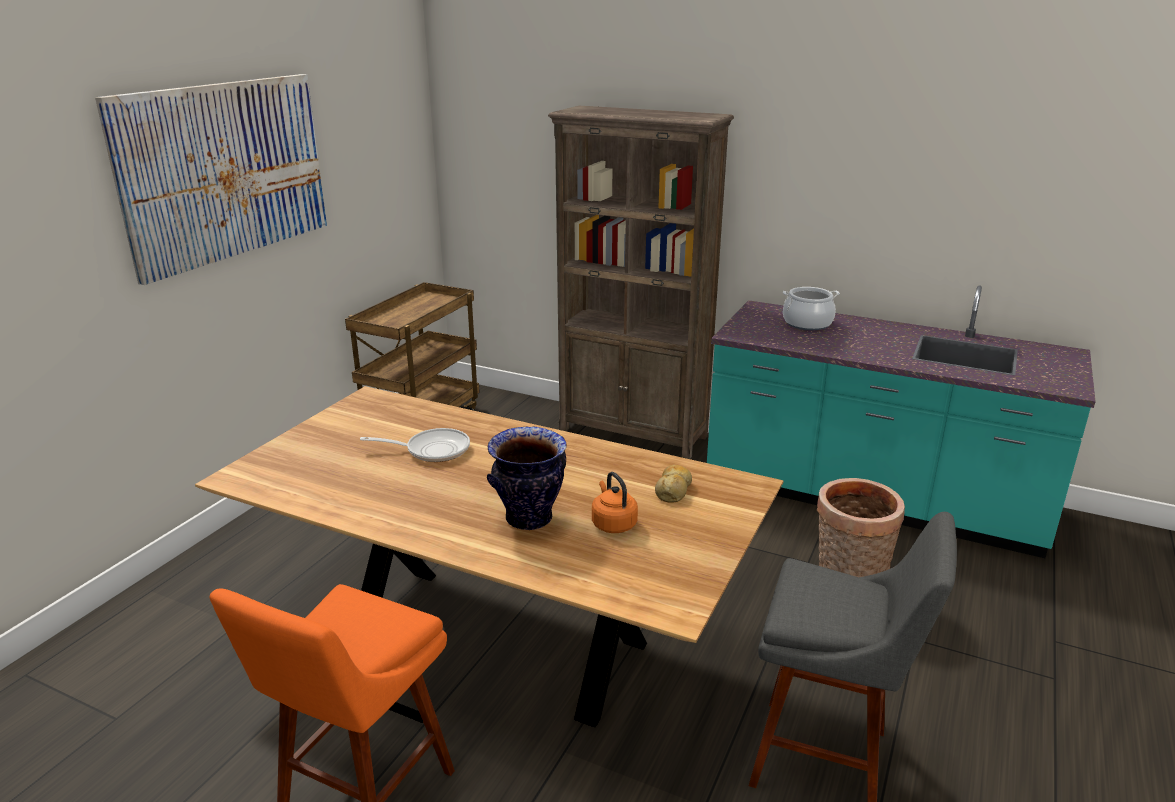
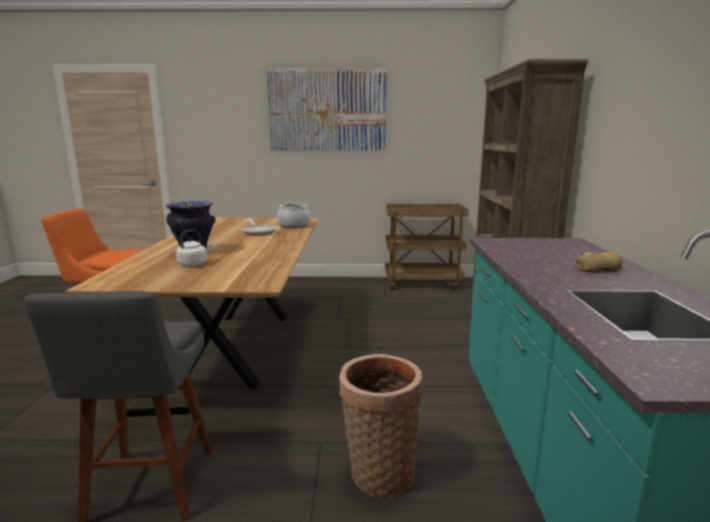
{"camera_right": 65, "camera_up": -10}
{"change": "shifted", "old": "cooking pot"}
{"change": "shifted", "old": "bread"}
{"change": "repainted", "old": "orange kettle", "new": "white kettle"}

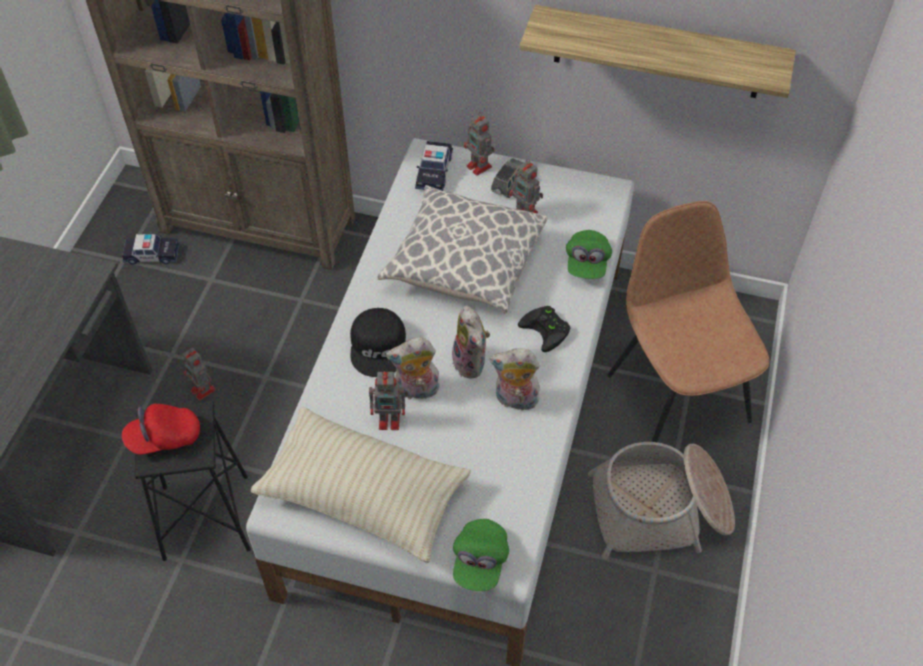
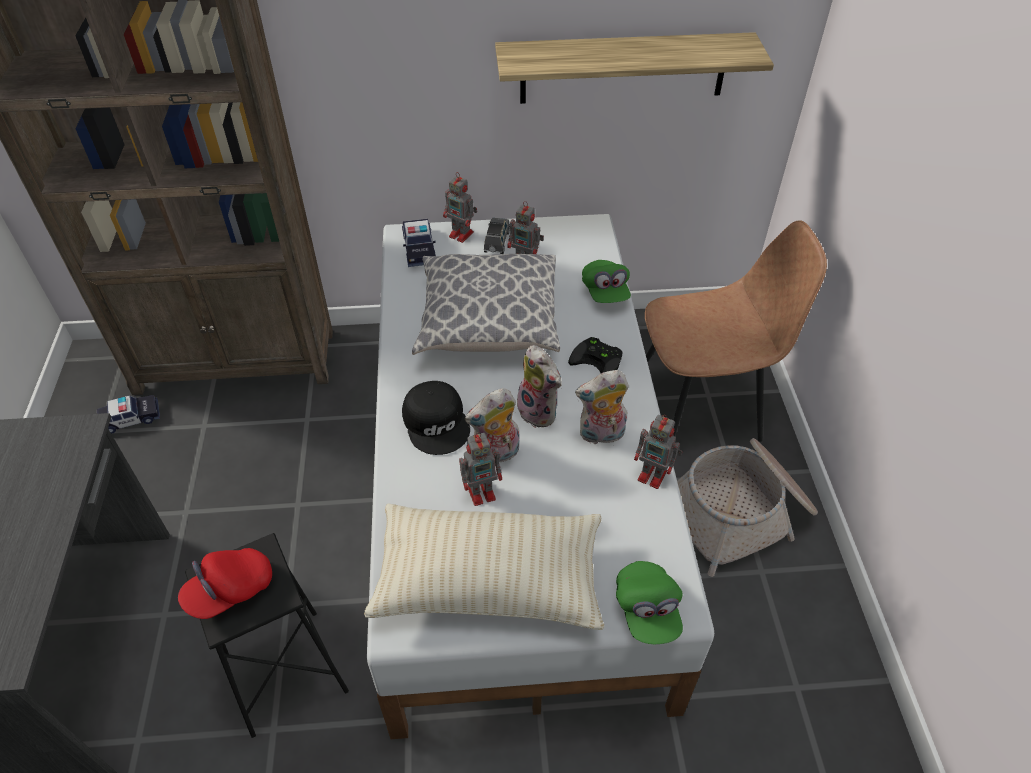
{"camera_right": -20, "camera_up": -5}
{"change": "rotated", "old": "brown chair", "degrees": 120}
{"change": "shifted", "old": "toy robot (no. 1 from left in the first image)", "new": "toy robot (no. 4 from left)"}

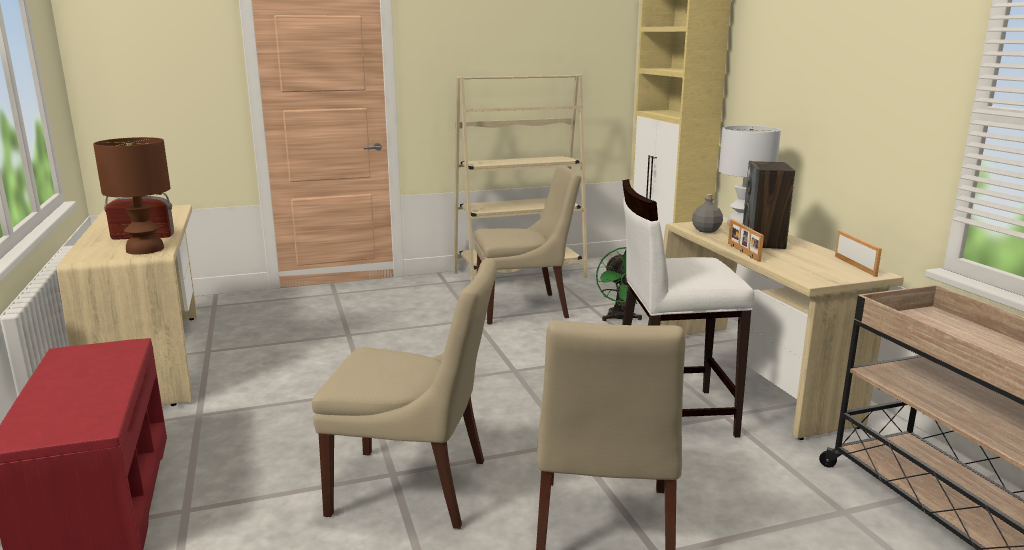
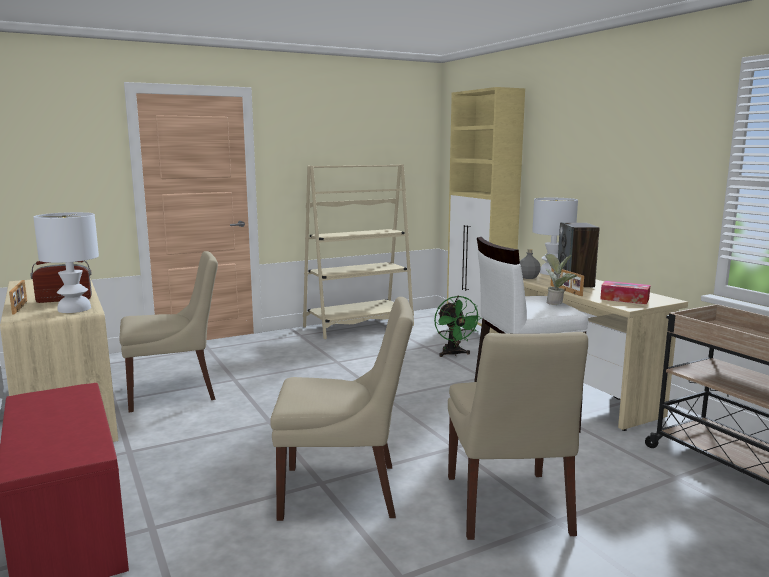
{"camera_right": -10, "camera_up": -5}
{"change": "repainted", "old": "brown table lamp", "new": "white table lamp (no. 1 from left)"}
{"change": "shifted", "old": "beige chair (no. 2 from left in the first image)", "new": "beige chair (no. 1 from left)"}
{"change": "shifted", "old": "picture frame (no. 2 from left in the first image)", "new": "picture frame (no. 1 from left)"}
{"change": "new", "new": "potted plant"}
{"change": "new", "new": "tissue box"}

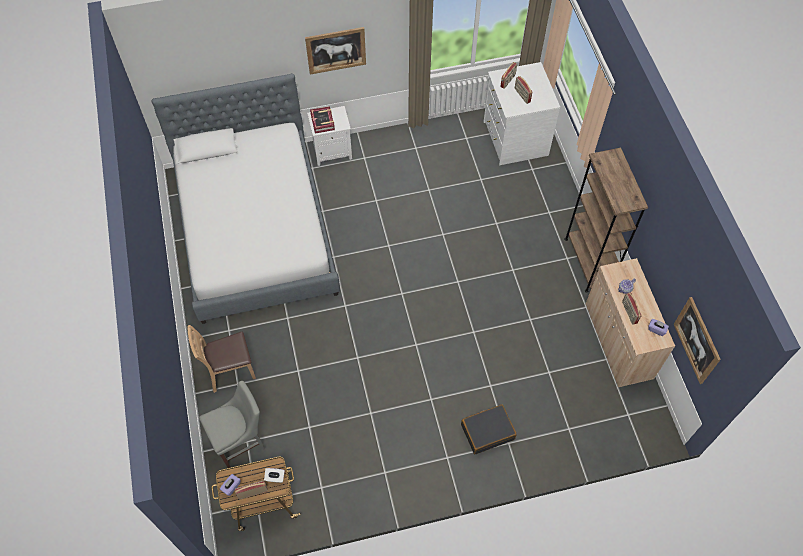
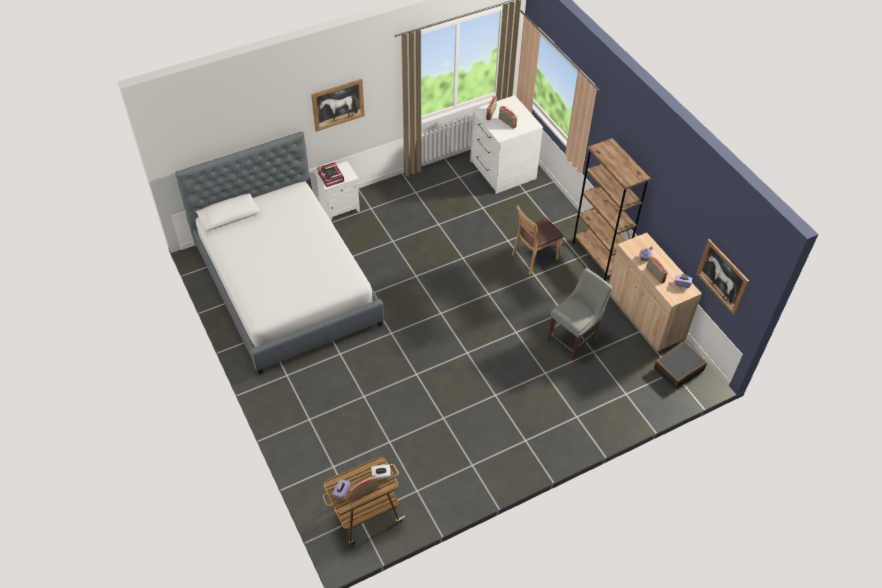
{"camera_right": -15, "camera_up": -10}
{"change": "shifted", "old": "brown chair"}
{"change": "shifted", "old": "grey chair"}
{"change": "shifted", "old": "black suitcase"}

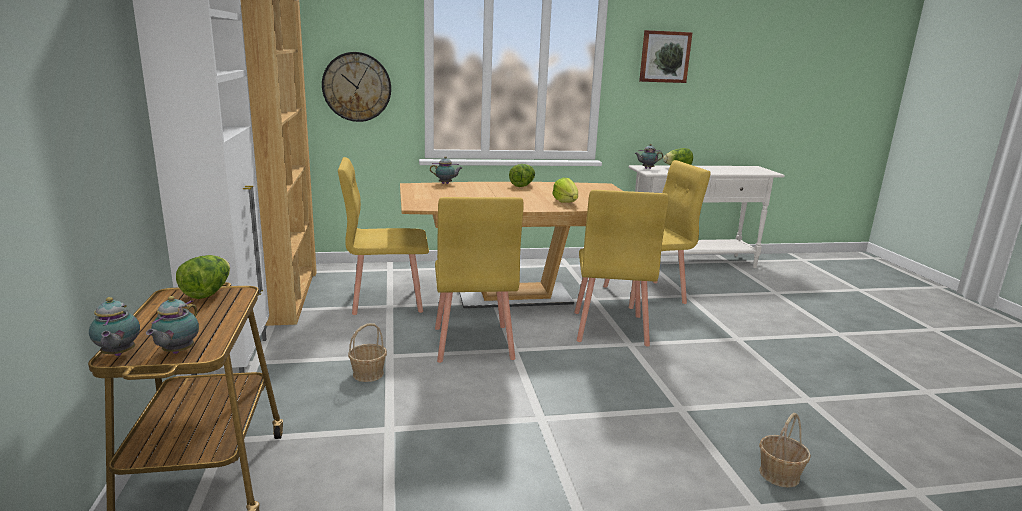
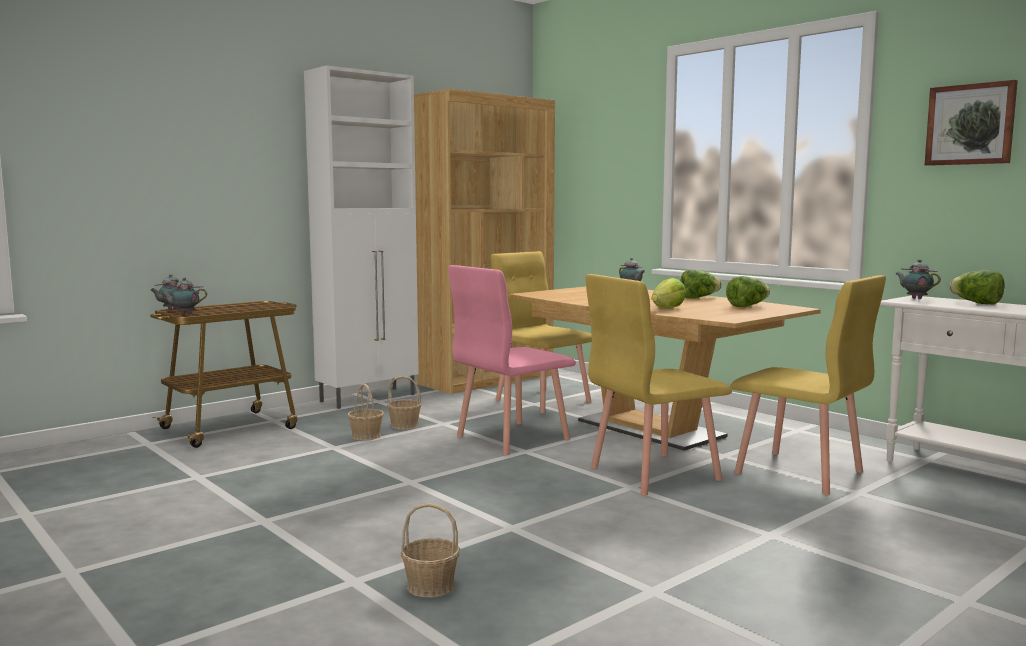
{"camera_right": 60, "camera_up": -10}
{"change": "gone", "old": "wall clock"}
{"change": "repainted", "old": "yellow chair (no. 2 from left)", "new": "pink chair"}
{"change": "shifted", "old": "lettuce (no. 1 from left in the first image)", "new": "lettuce (no. 3 from left)"}
{"change": "new", "new": "basket (no. 1 from left)"}

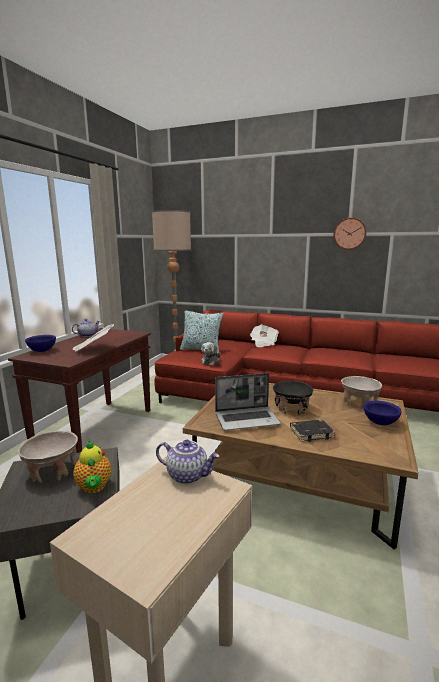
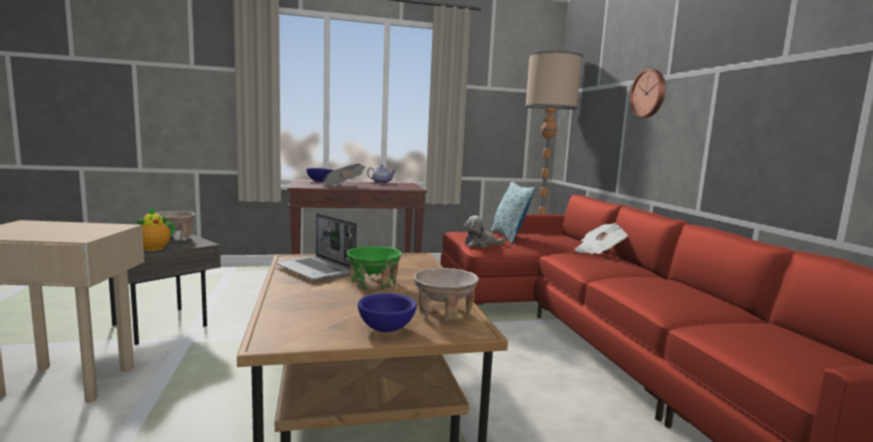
{"camera_right": 55, "camera_up": -5}
{"change": "shifted", "old": "wall clock"}
{"change": "repainted", "old": "black bowl", "new": "green bowl"}
{"change": "gone", "old": "black book"}
{"change": "gone", "old": "teapot (no. 3 from left)"}

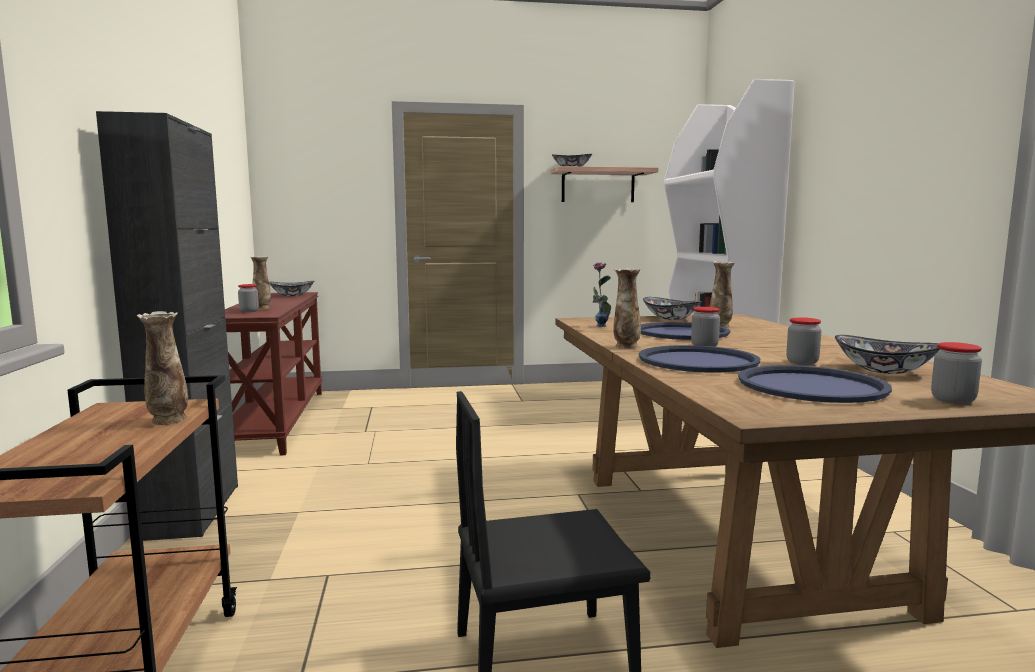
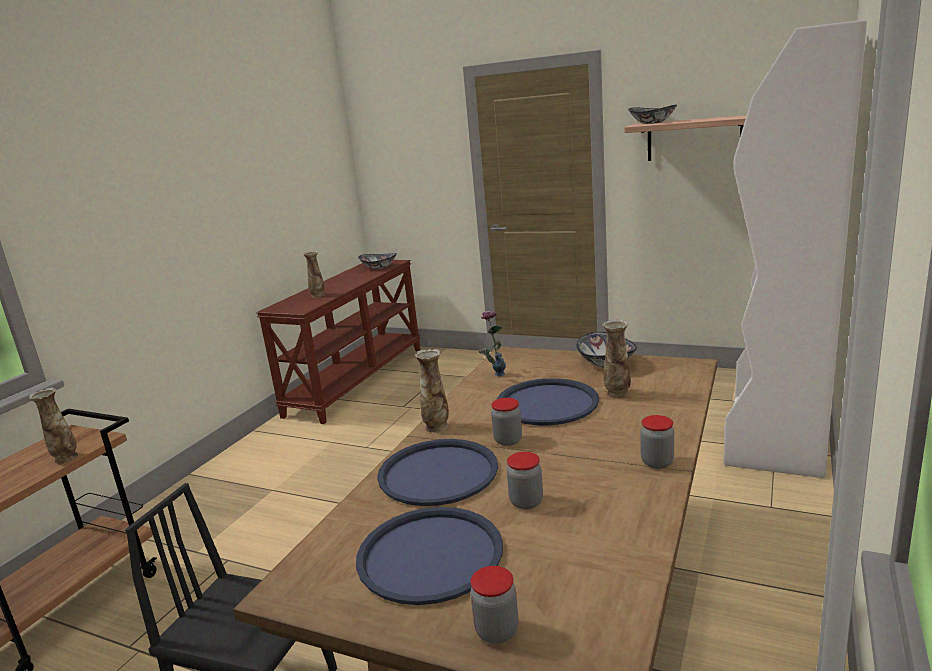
{"camera_right": 35, "camera_up": 10}
{"change": "gone", "old": "black cabinet"}
{"change": "shifted", "old": "jar (no. 1 from left in the first image)", "new": "jar (no. 4 from left)"}
{"change": "gone", "old": "bowl (no. 4 from left)"}

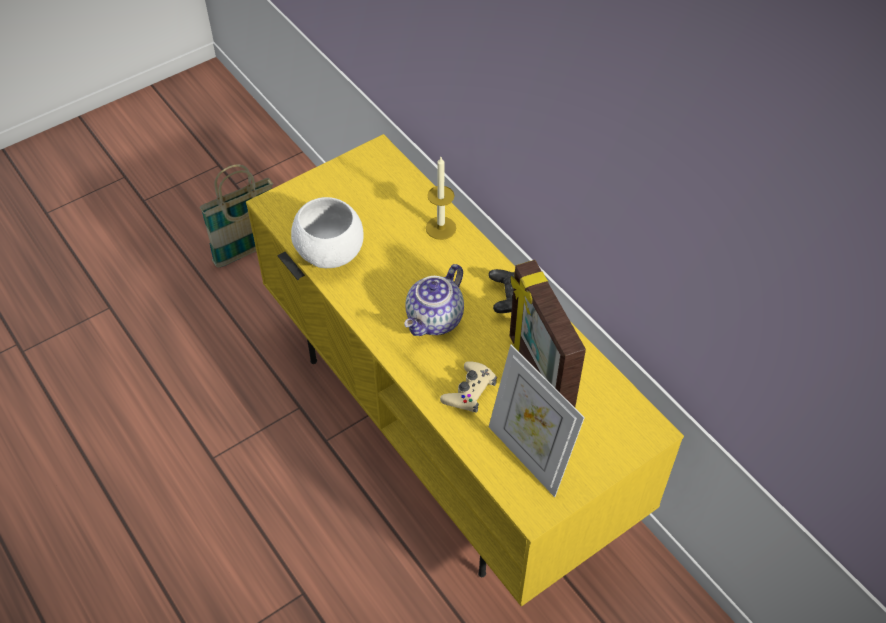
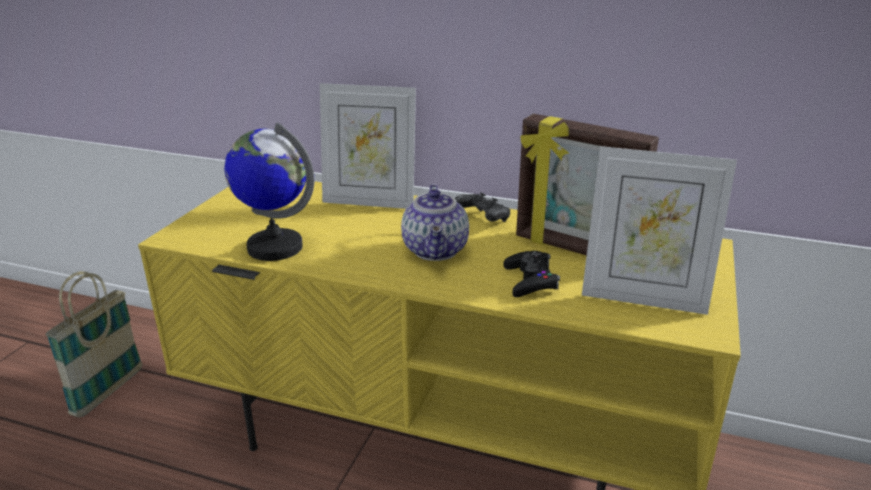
{"camera_right": -35, "camera_up": -25}
{"change": "swapped", "old": "candle", "new": "picture frame (no. 1 from left)"}
{"change": "swapped", "old": "white bowl", "new": "globe"}
{"change": "repainted", "old": "beige game controller", "new": "black game controller (no. 2 from left)"}

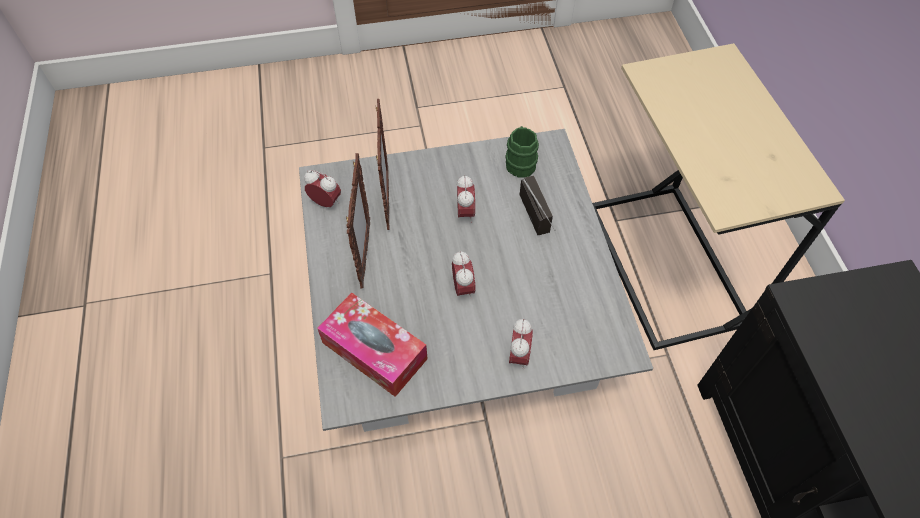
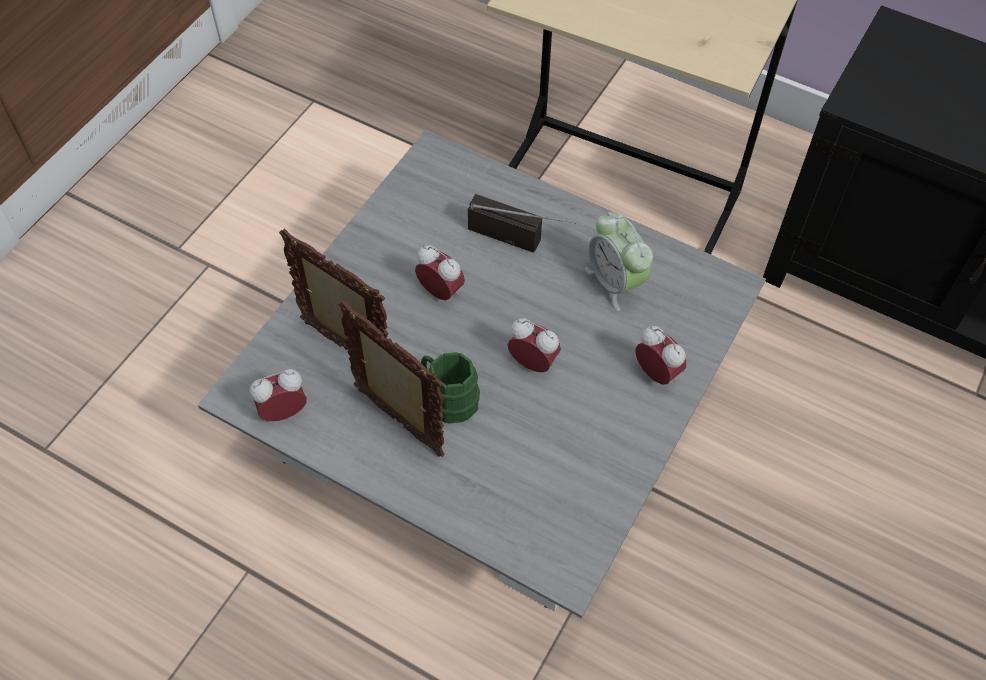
{"camera_right": -50, "camera_up": 0}
{"change": "shifted", "old": "green mug"}
{"change": "gone", "old": "tissue box"}
{"change": "new", "new": "alarm clock (no. 4 from left)"}

